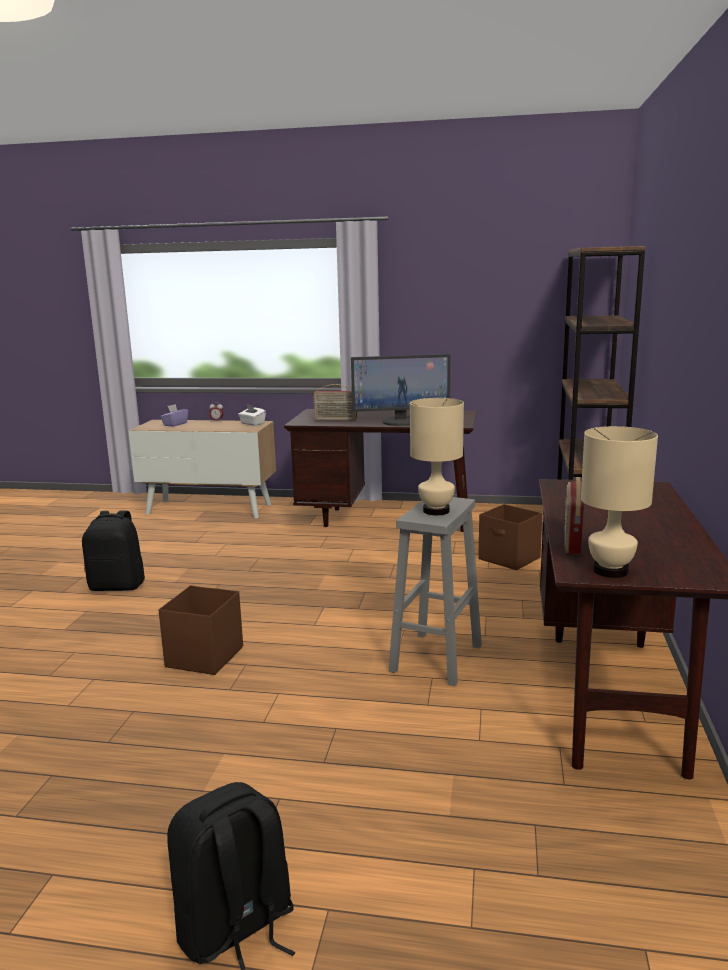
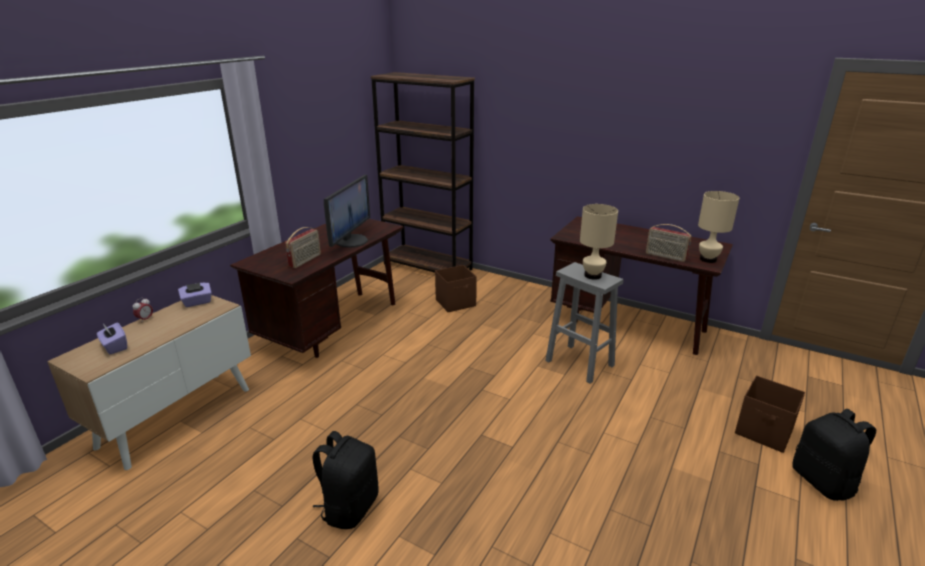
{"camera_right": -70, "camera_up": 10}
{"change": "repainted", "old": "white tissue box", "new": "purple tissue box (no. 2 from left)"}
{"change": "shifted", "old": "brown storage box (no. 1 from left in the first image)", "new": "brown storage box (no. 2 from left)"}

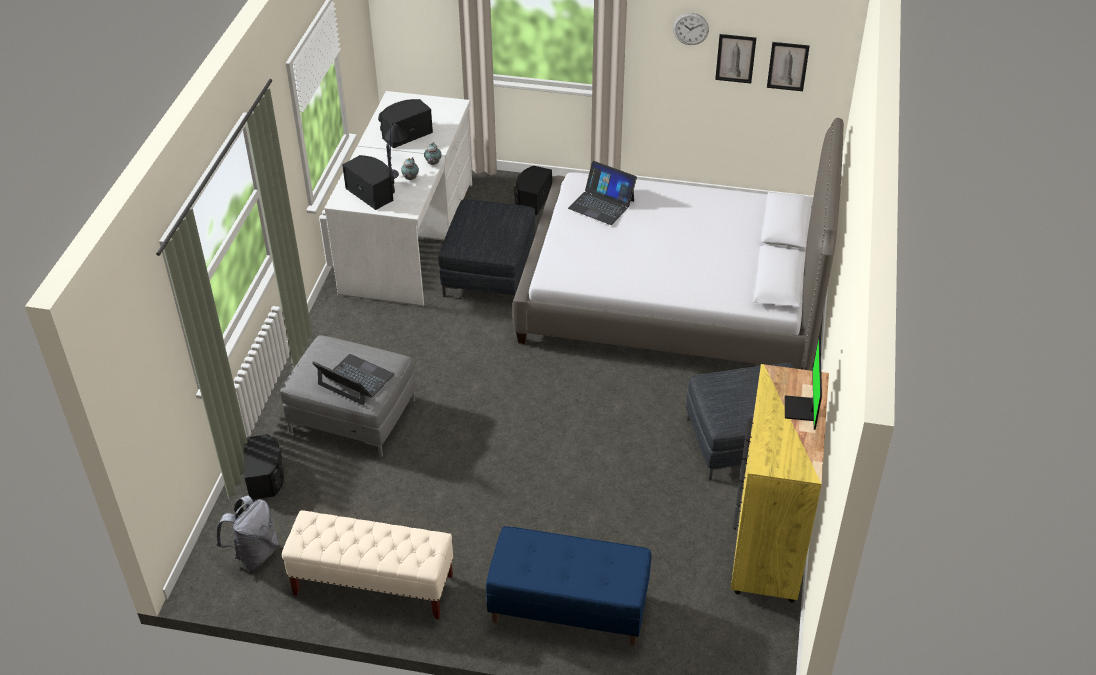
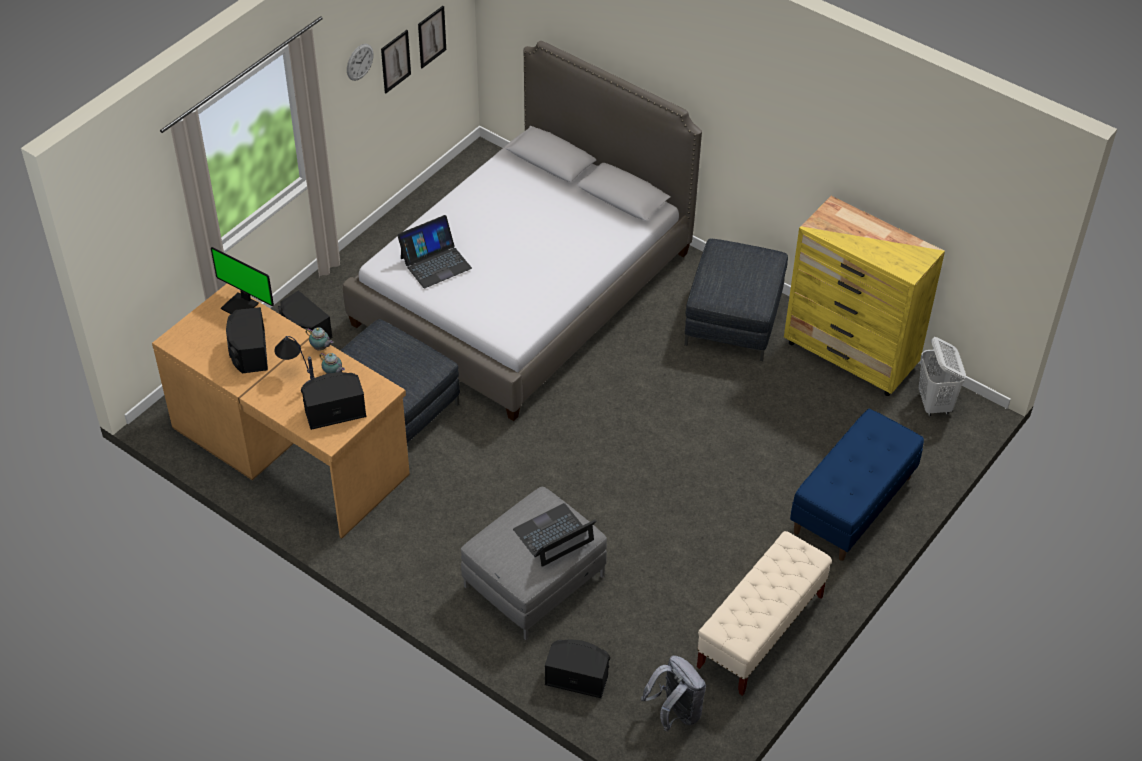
{"camera_right": -65, "camera_up": 5}
{"change": "repainted", "old": "white desk", "new": "brown desk"}
{"change": "shifted", "old": "monitor"}
{"change": "new", "new": "white laundry basket"}

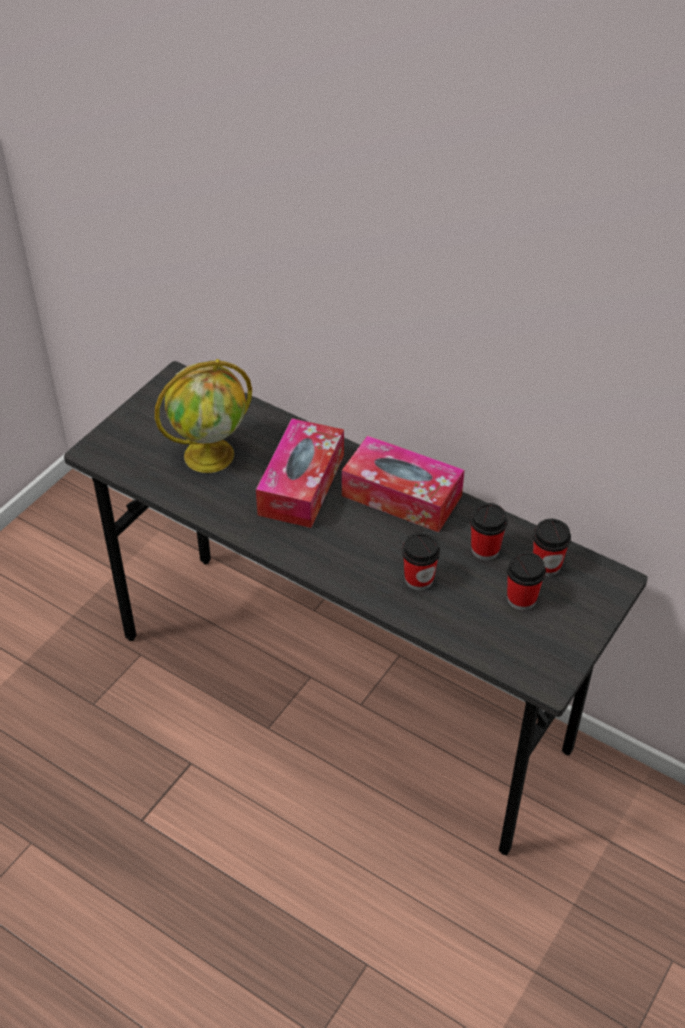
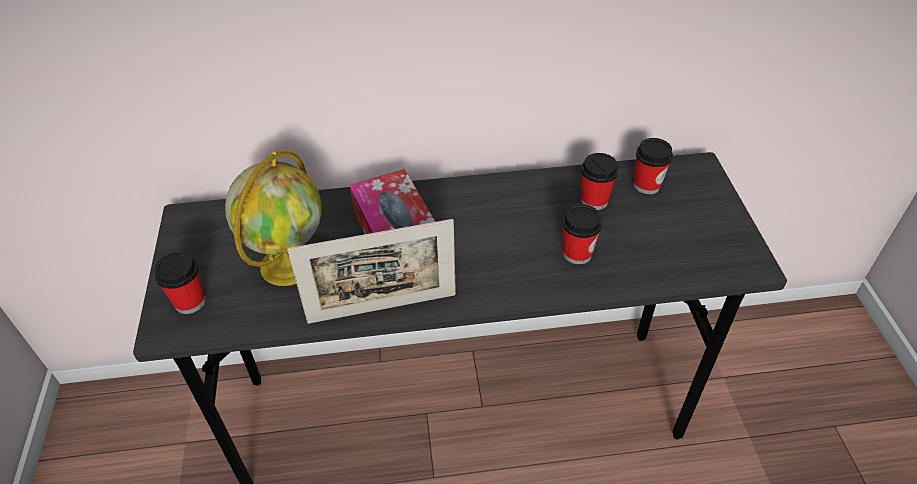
{"camera_right": -40, "camera_up": 0}
{"change": "gone", "old": "tissue box (no. 2 from left)"}
{"change": "shifted", "old": "cup (no. 3 from left in the first image)", "new": "cup (no. 1 from left)"}
{"change": "new", "new": "picture frame"}

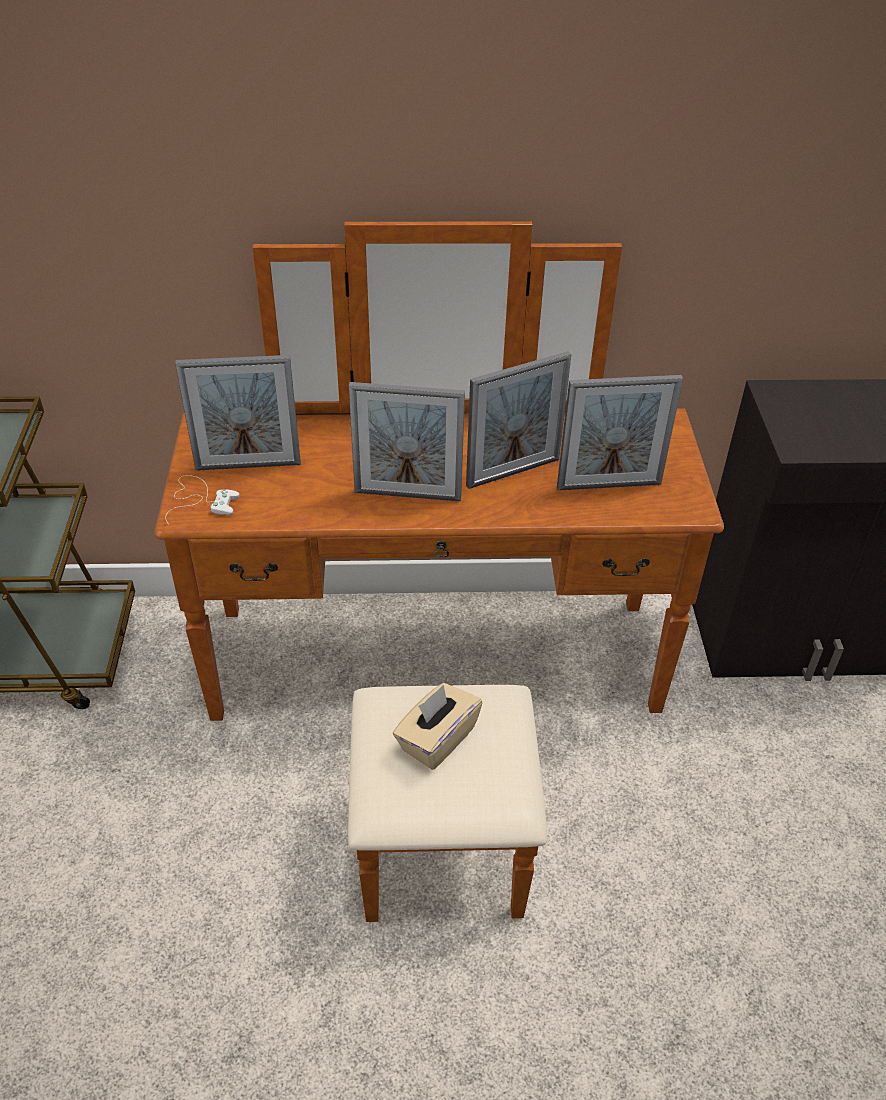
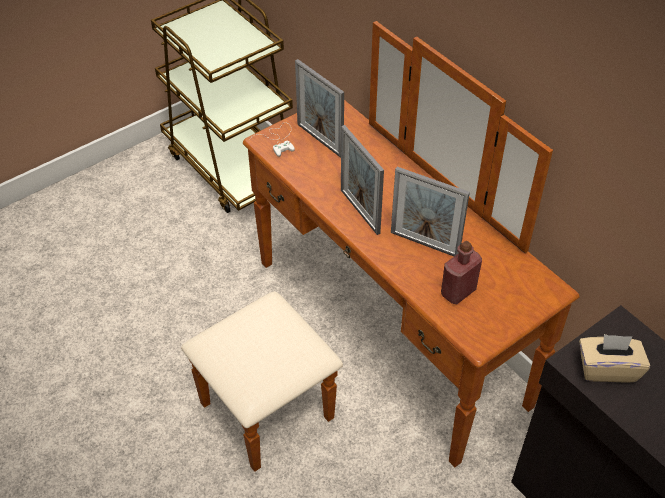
{"camera_right": 55, "camera_up": 5}
{"change": "swapped", "old": "picture frame (no. 4 from left)", "new": "red bottle"}
{"change": "shifted", "old": "beige tissue box"}

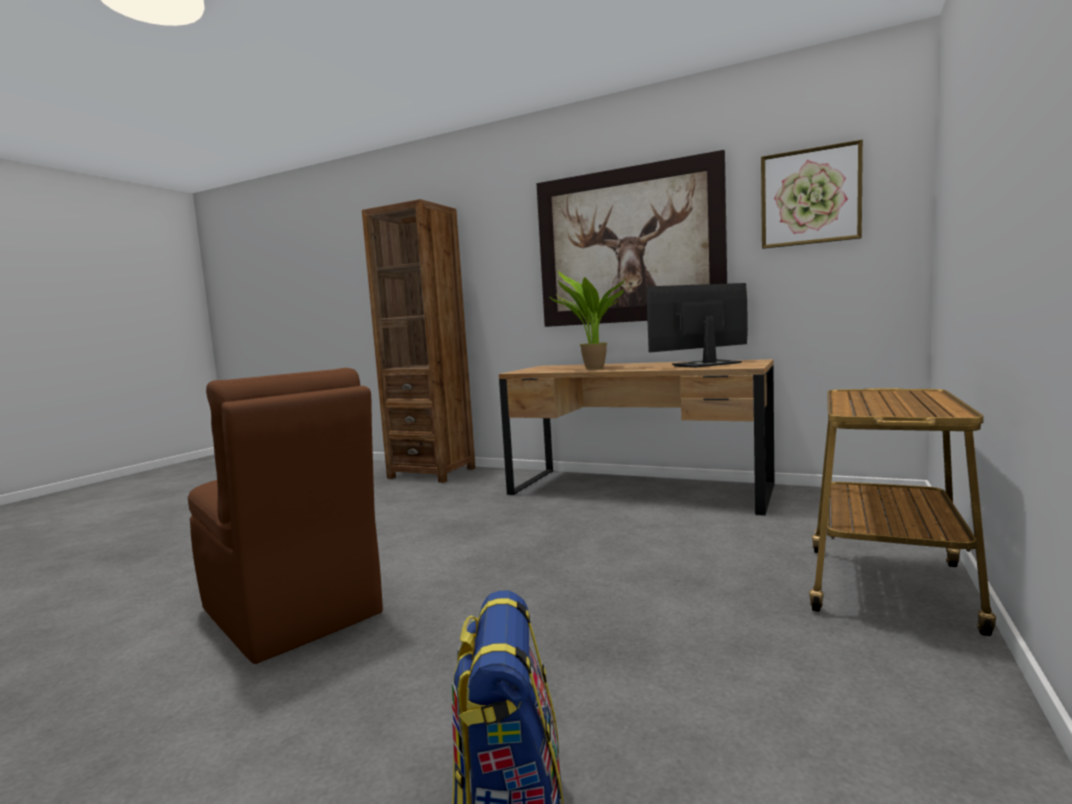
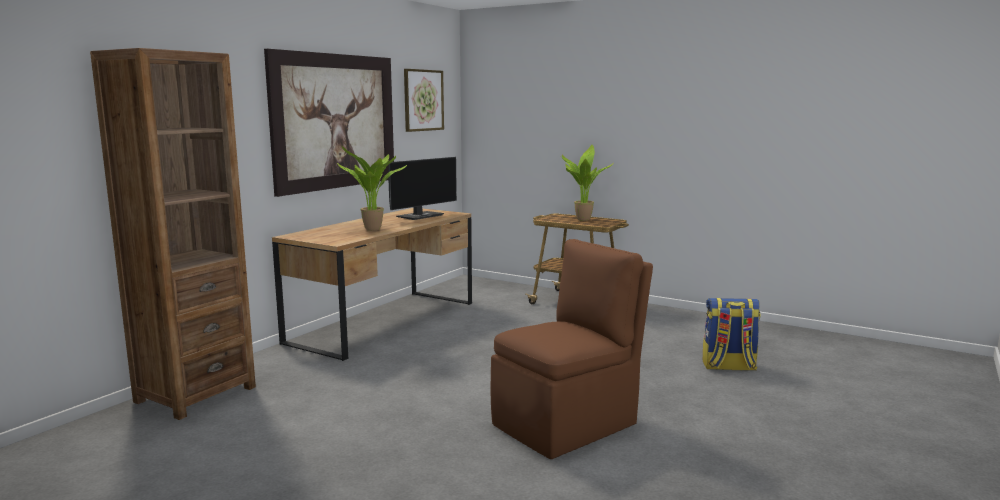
{"camera_right": -85, "camera_up": 5}
{"change": "rotated", "old": "monitor", "degrees": -120}
{"change": "new", "new": "potted plant (no. 2 from left)"}

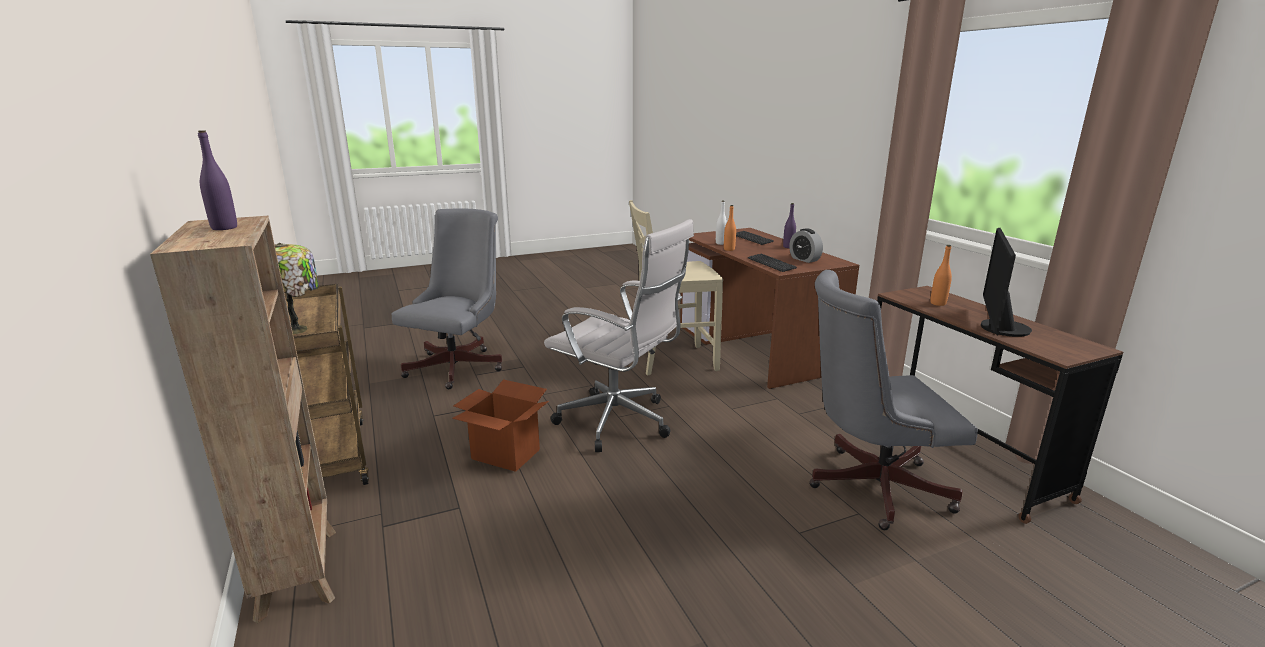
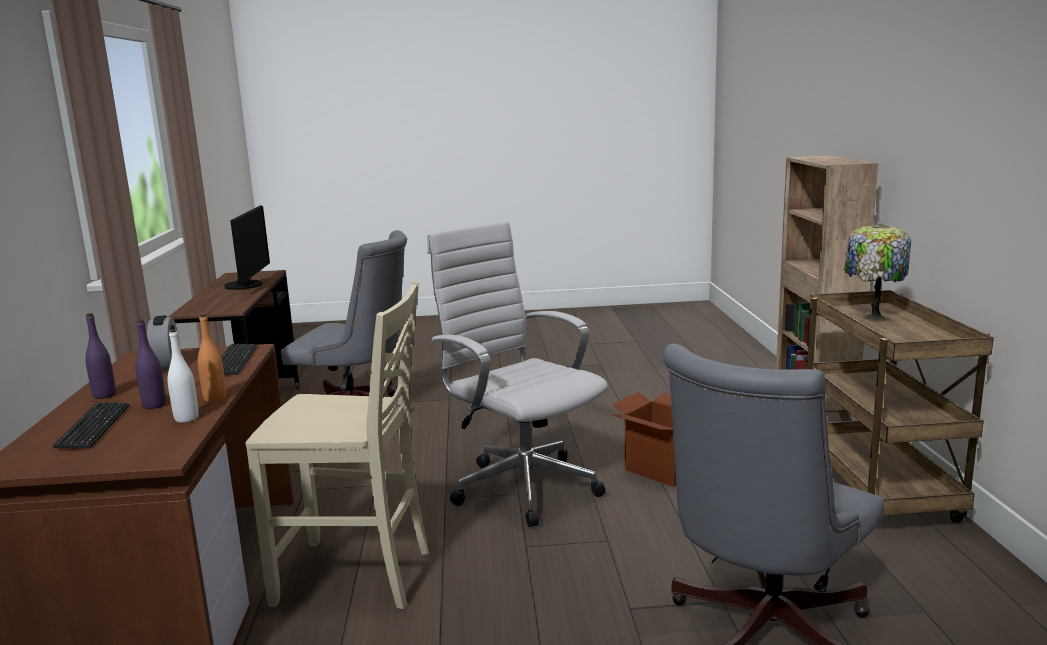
{"camera_right": -160, "camera_up": -5}
{"change": "shifted", "old": "purple bottle (no. 1 from left in the first image)", "new": "purple bottle (no. 2 from left)"}
{"change": "rotated", "old": "monitor", "degrees": -45}
{"change": "gone", "old": "orange bottle (no. 2 from left)"}

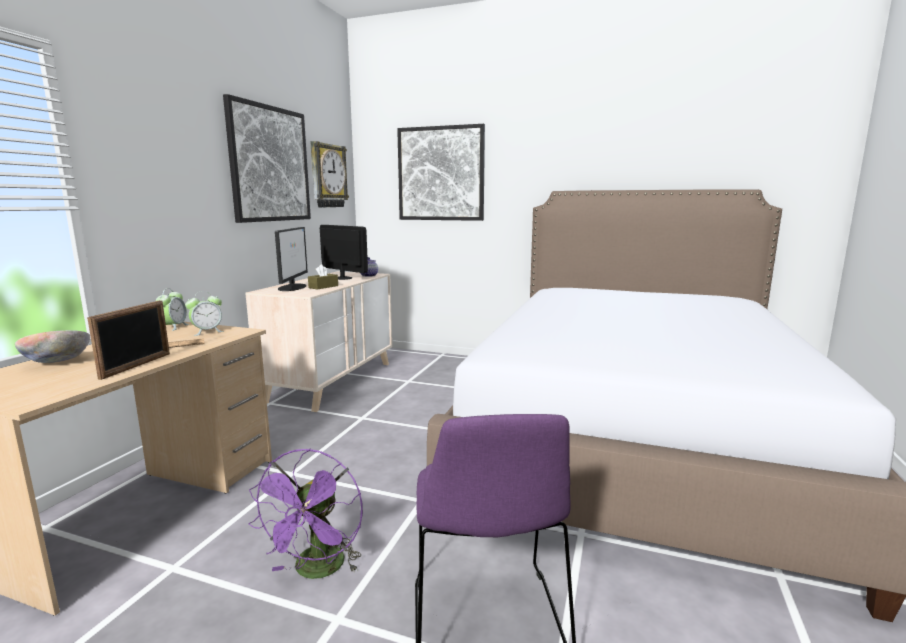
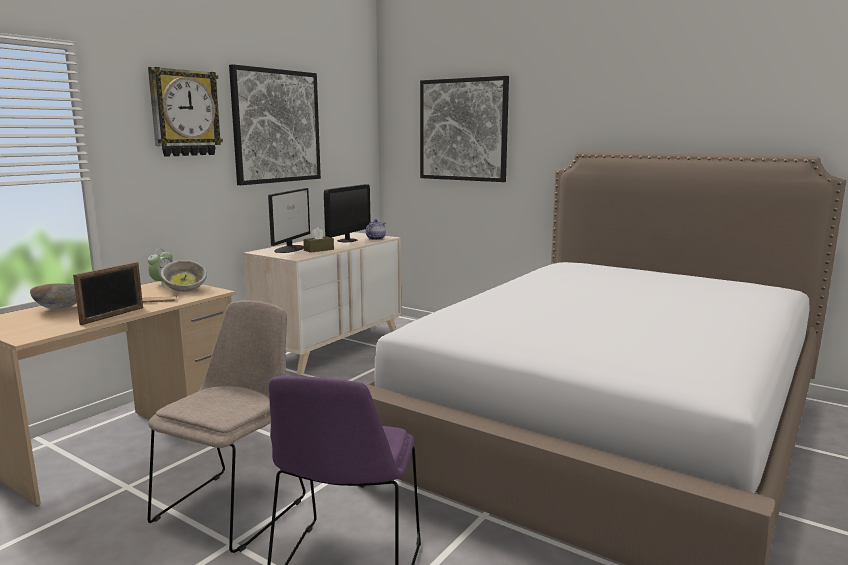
{"camera_right": 15, "camera_up": 0}
{"change": "shifted", "old": "wall clock"}
{"change": "rotated", "old": "monitor (no. 2 from left)", "degrees": 60}
{"change": "swapped", "old": "alarm clock (no. 2 from left)", "new": "bowl (no. 2 from left)"}
{"change": "swapped", "old": "purple fan", "new": "beige chair"}

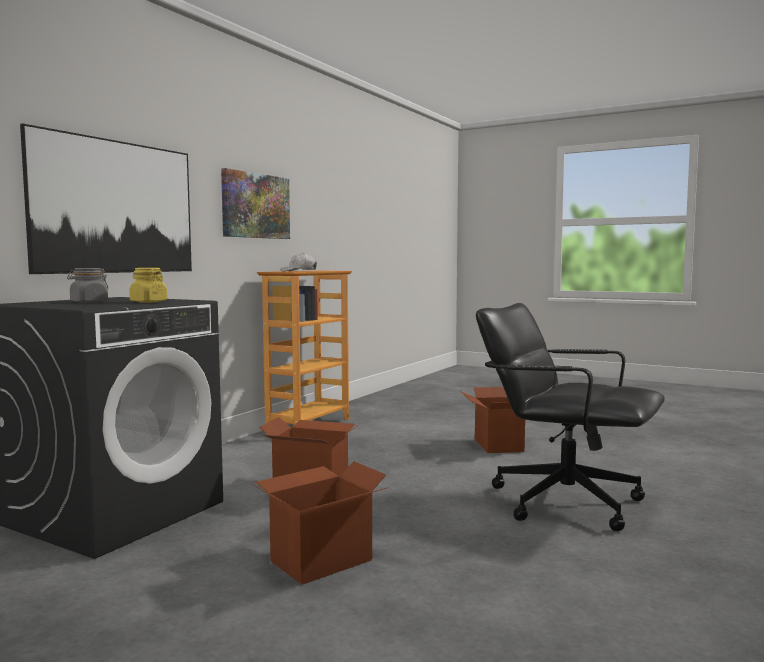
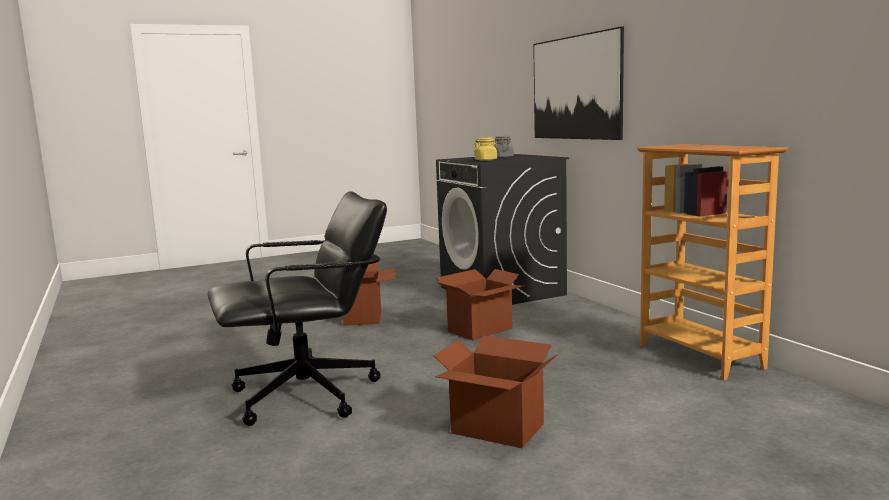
{"camera_right": 125, "camera_up": 5}
{"change": "gone", "old": "picture (no. 2 from left)"}
{"change": "gone", "old": "white cap"}

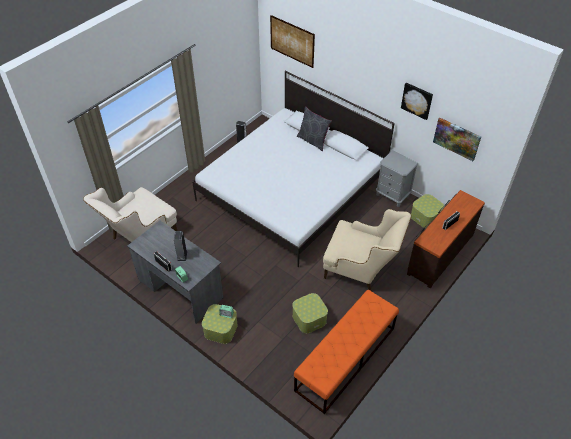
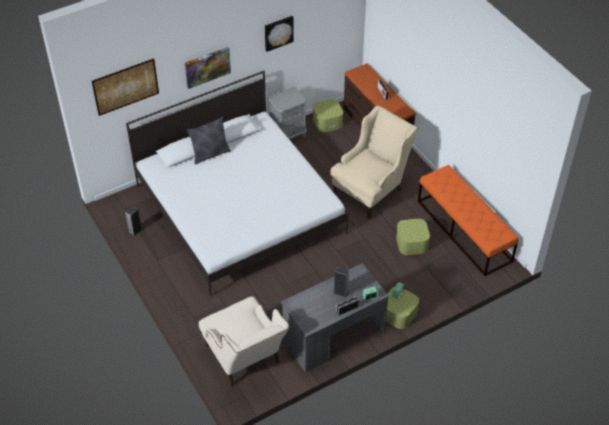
{"camera_right": -70, "camera_up": 0}
{"change": "shifted", "old": "picture (no. 3 from left in the first image)", "new": "picture (no. 2 from left)"}

